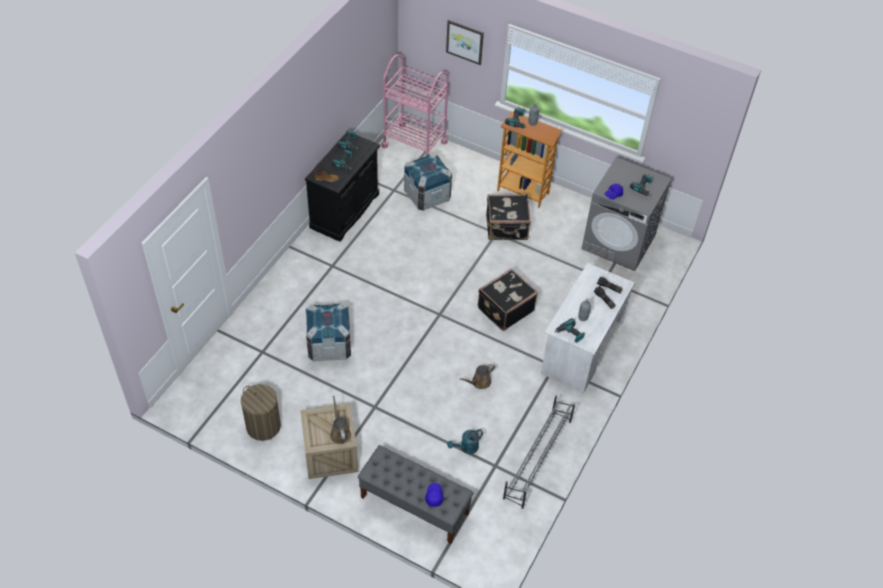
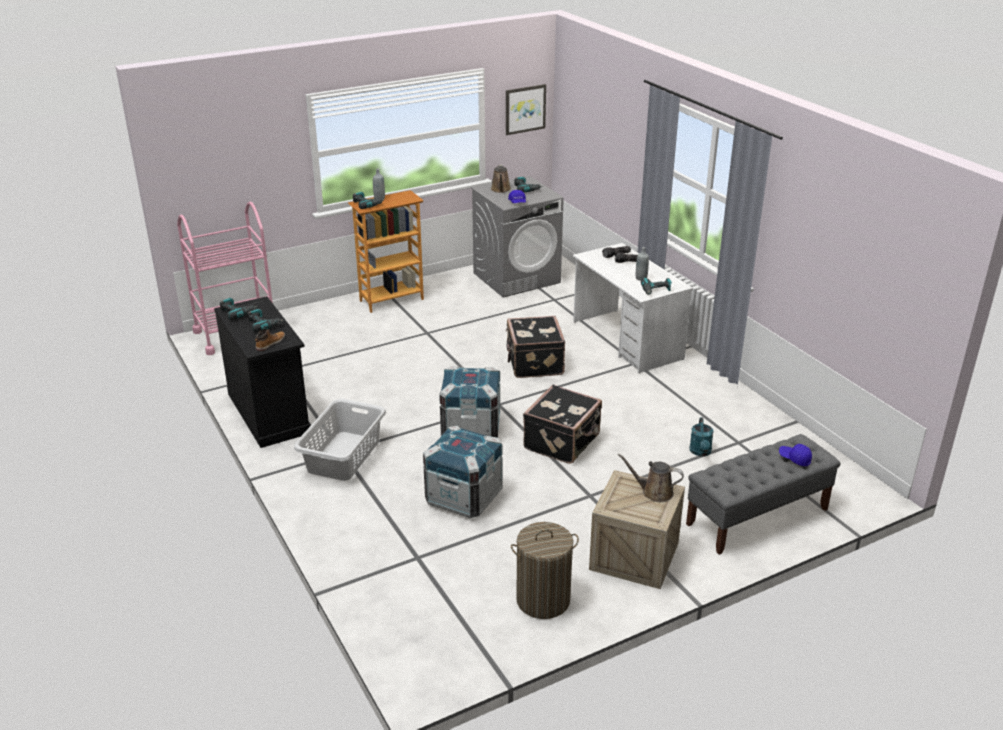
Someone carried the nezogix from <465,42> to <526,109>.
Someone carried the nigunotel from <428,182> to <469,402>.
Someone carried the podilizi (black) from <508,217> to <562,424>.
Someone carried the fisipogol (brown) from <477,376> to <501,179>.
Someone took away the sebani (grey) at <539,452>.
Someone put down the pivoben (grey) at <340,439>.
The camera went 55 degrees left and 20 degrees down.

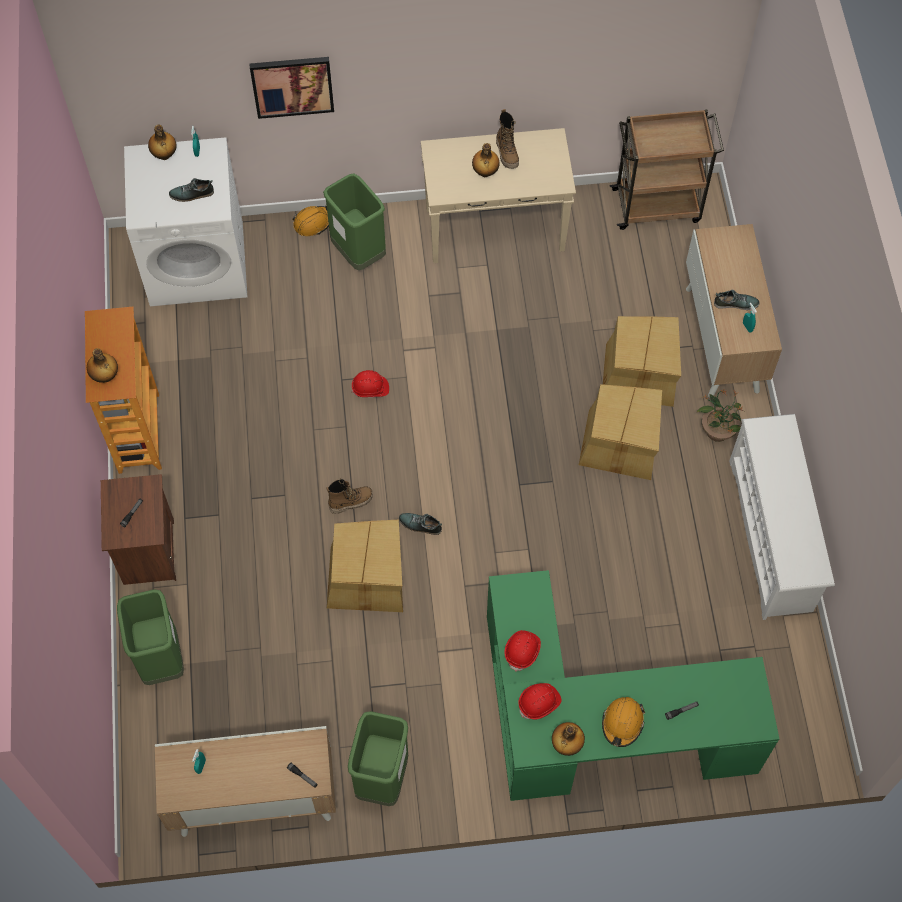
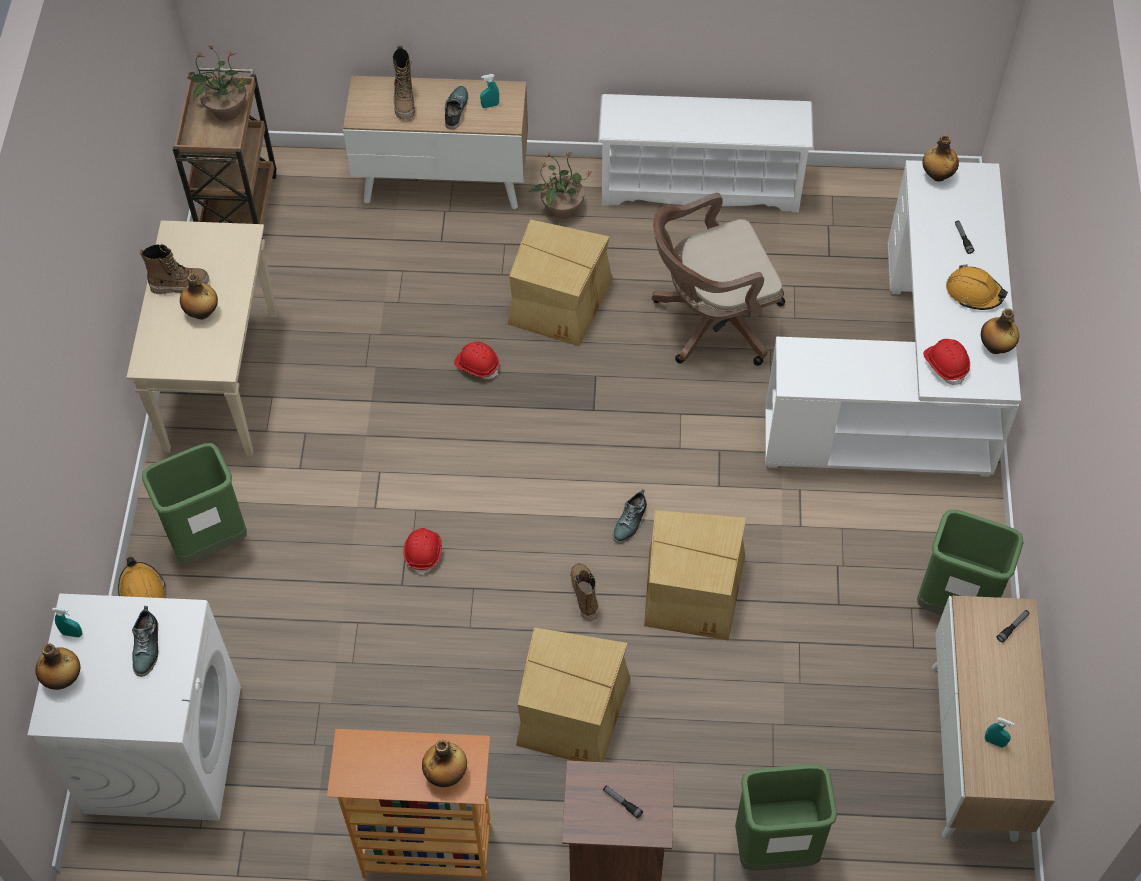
Someone took away the nezogix at <292,88>.
Someone carried the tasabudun from <642,361> to <573,695>.
Someone repainted the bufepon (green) at <633,685>, which became the bufepon (white) at <893,318>.
Someone carried the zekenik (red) from <523,651> to <476,360>.
Someone put down the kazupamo at <218,82>.
Someone put down the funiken at <403,82>.
Someone put down the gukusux at <940,158>.
Someone put down the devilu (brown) at <718,279>.
The camera went 80 degrees left and 5 degrees down.

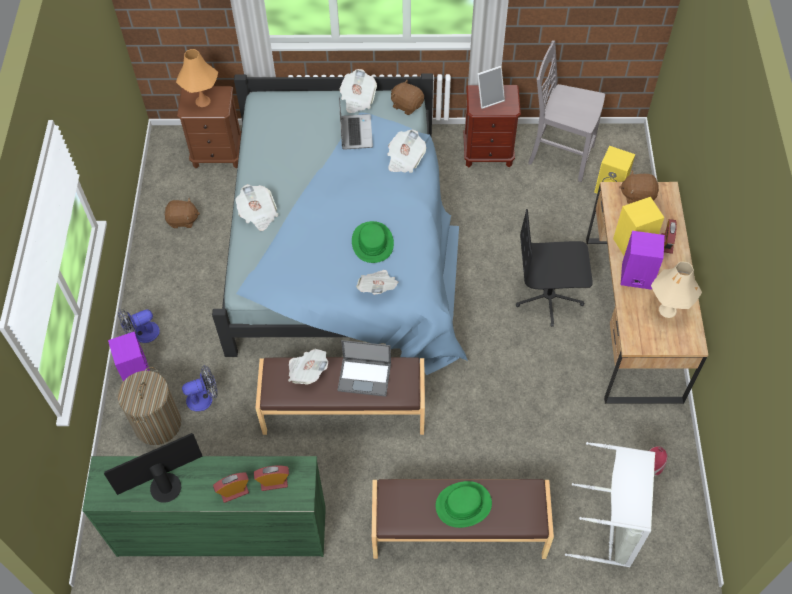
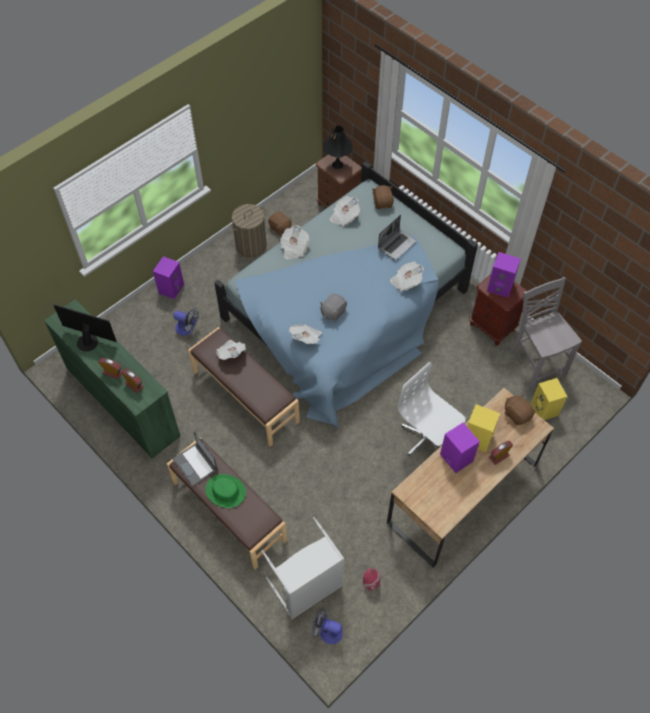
Someone repainted the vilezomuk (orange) at <197,78>, which became the vilezomuk (black) at <338,147>.
Someone swapped the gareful at <491,87> for the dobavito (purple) at <504,275>.
Someone carried the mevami from <358,91> to <345,211>.
Someone carried the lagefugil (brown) from <407,97> to <383,197>.
Someone repainted the devilu (black) at <554,268>, which became the devilu (white) at <432,409>.
Someone swapped the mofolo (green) at <373,242> for the lagefugil (grey) at <333,308>.
Someone took away the vilezomuk (beige) at <676,290>.
Someone carried the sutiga from <139,326> to <327,625>.
Someone carried the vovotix from <364,368> to <195,459>.
Someone carried the pivoben from <149,406> to <249,231>.
The camera went 45 degrees right and 0 degrees up.

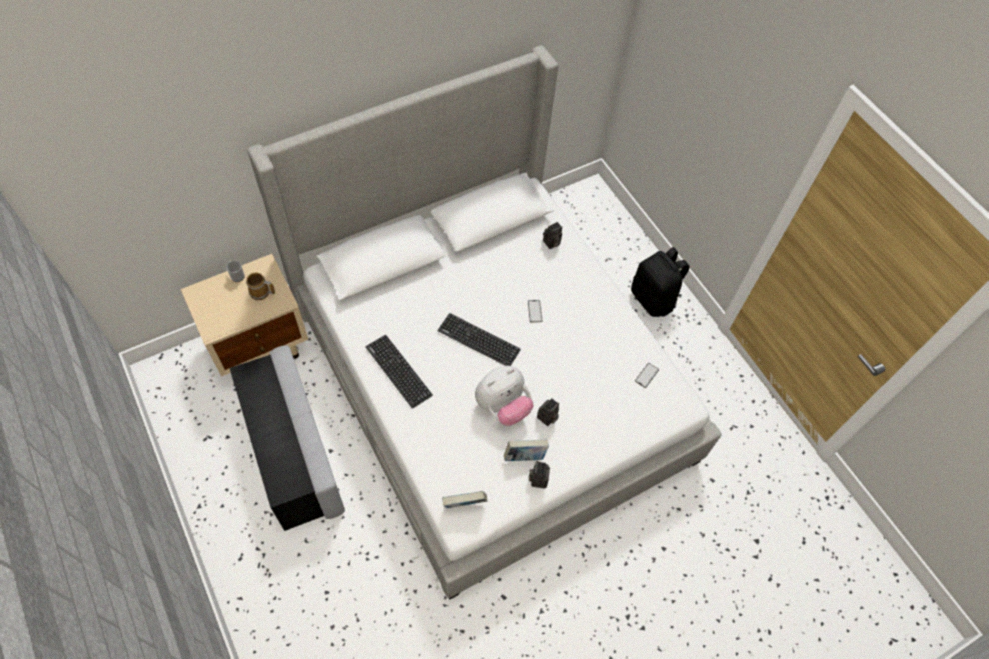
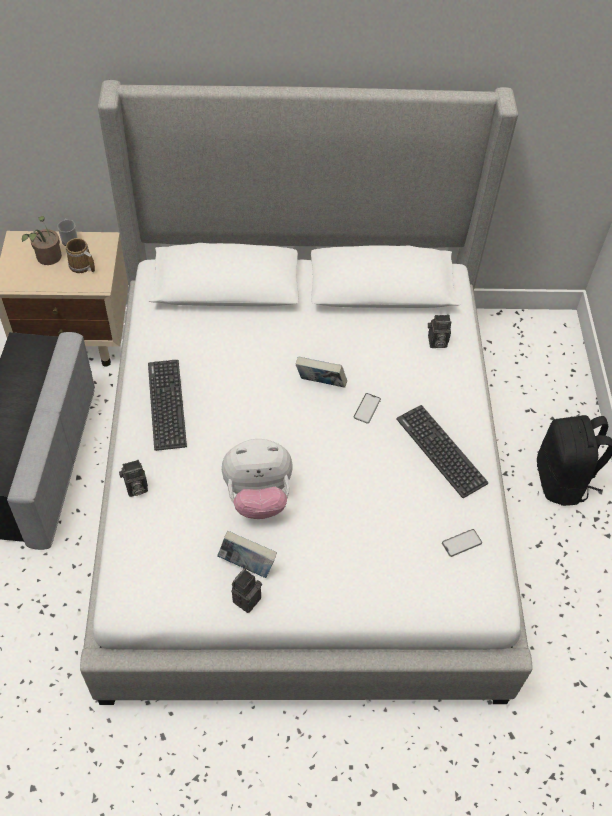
Someone carried the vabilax from <479,339> to <442,451>.
Someone carried the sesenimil from <548,412> to <133,478>.
Someone carried the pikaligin from <465,499> to <321,372>.
Someone put down the kazupamo at <42,240>.
The camera went 30 degrees right and 5 degrees down.

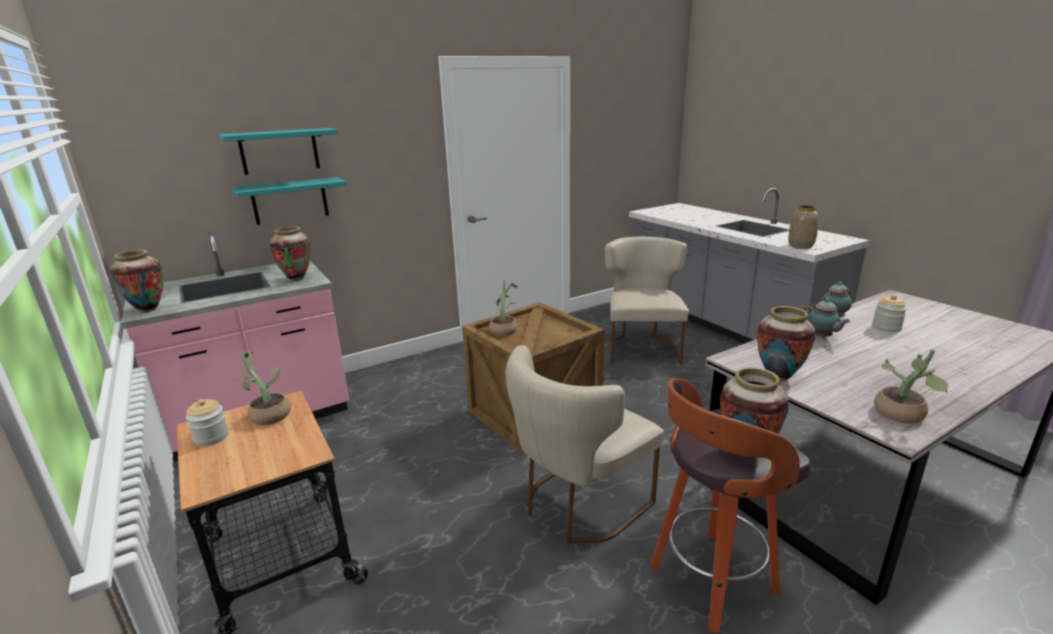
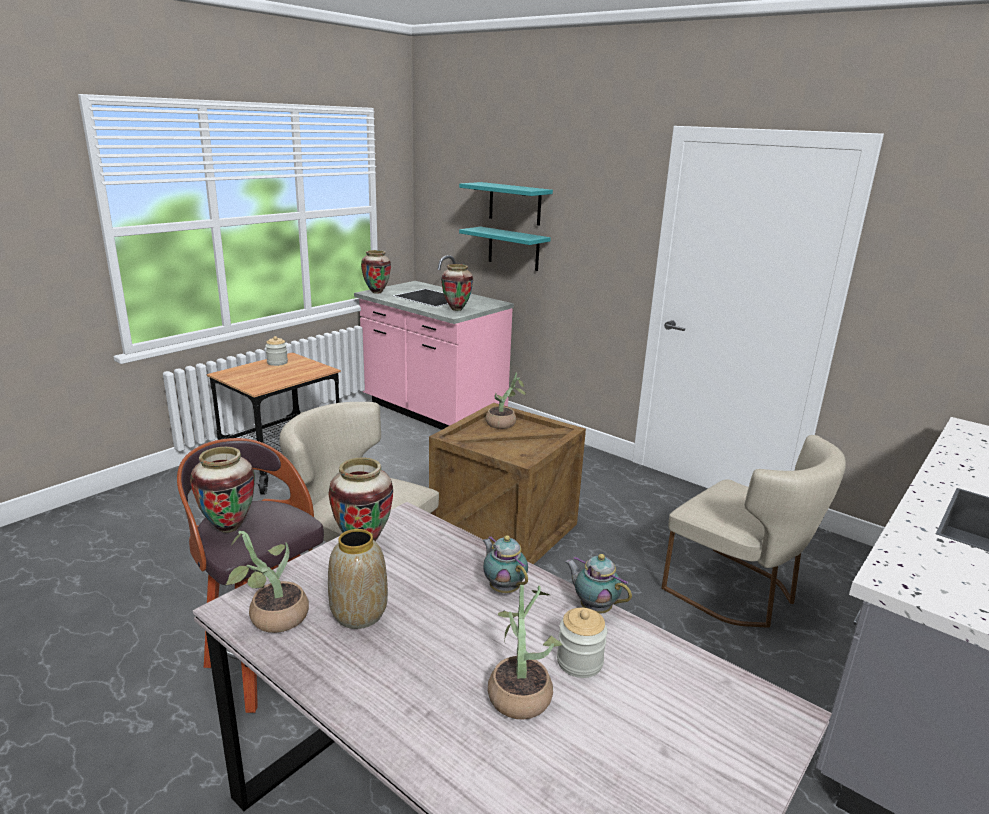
Someone carried the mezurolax from <803,227> to <358,579>.
Someone rotated the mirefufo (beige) at <647,300> by 60 degrees clockwise.
Someone rotated the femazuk at <827,318> by 105 degrees clockwise.
Someone carried the kazupamo from <261,387> to <525,652>.
The camera went 70 degrees right and 0 degrees up.

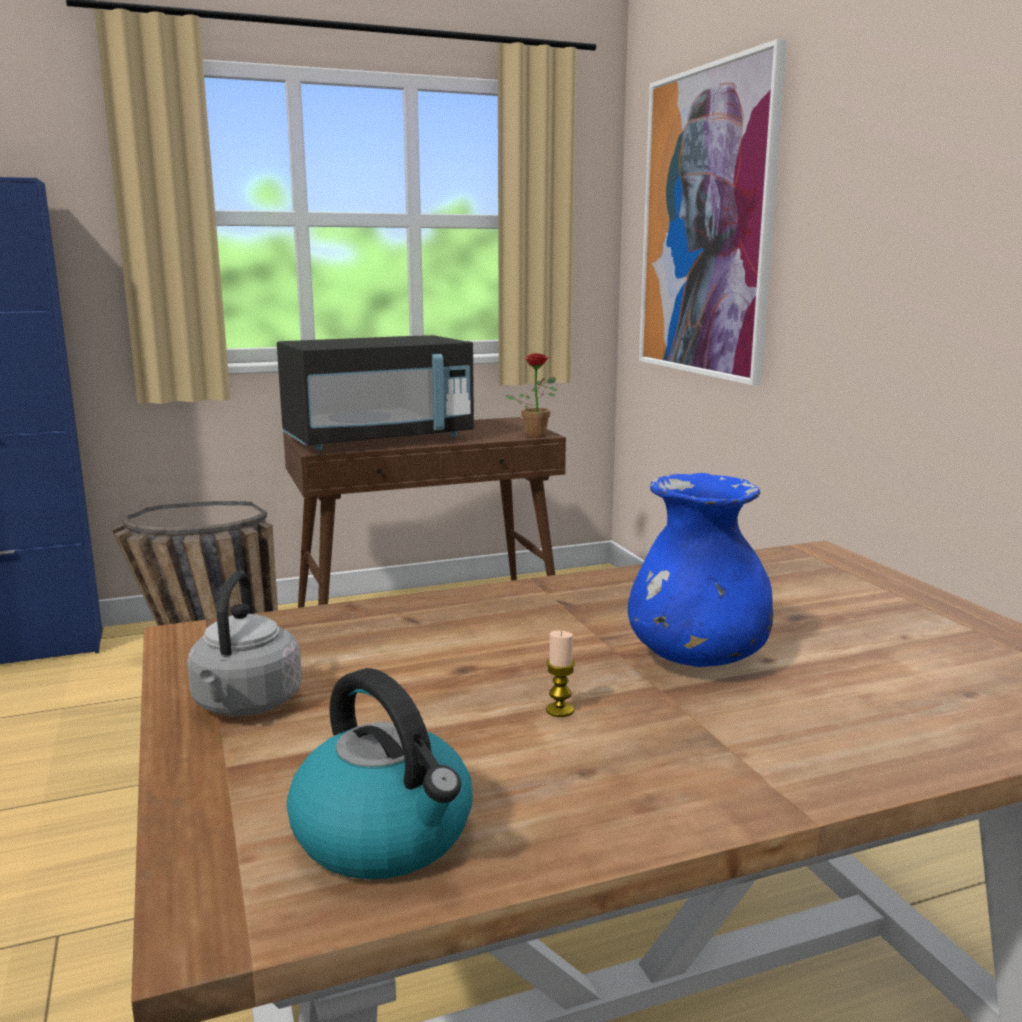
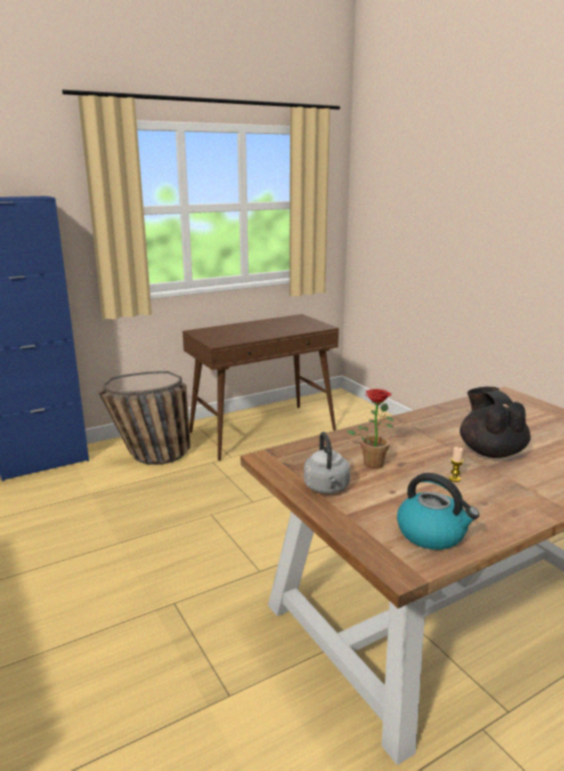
Someone took away the nezogix at <713,212>.
Someone took away the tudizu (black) at <375,392>.
Someone carried the kazupamo from <531,395> to <370,429>.
Someone swapped the mezurolax (blue) at <700,570> for the femazuk (black) at <495,422>.
The camera went 10 degrees left and 5 degrees up.

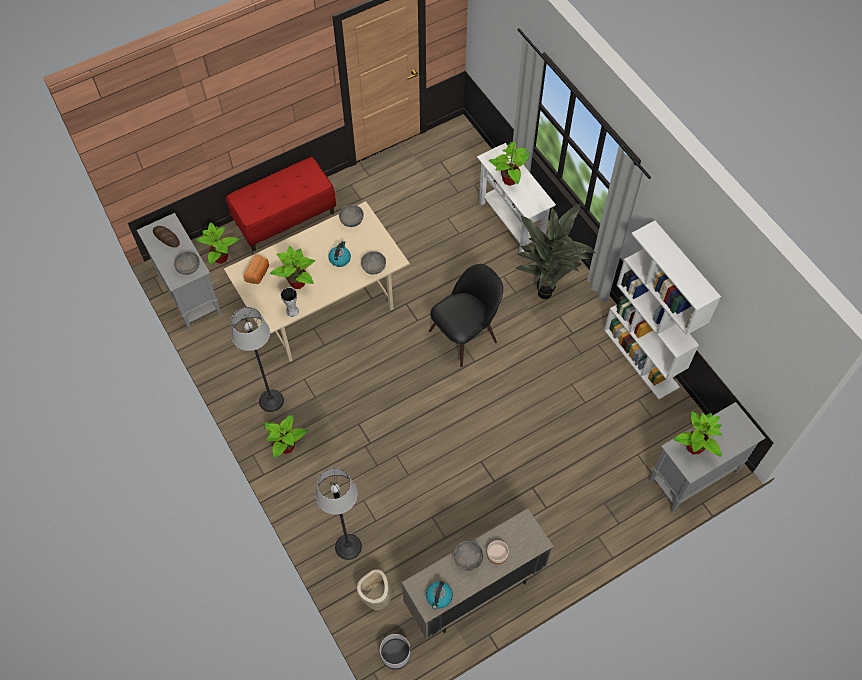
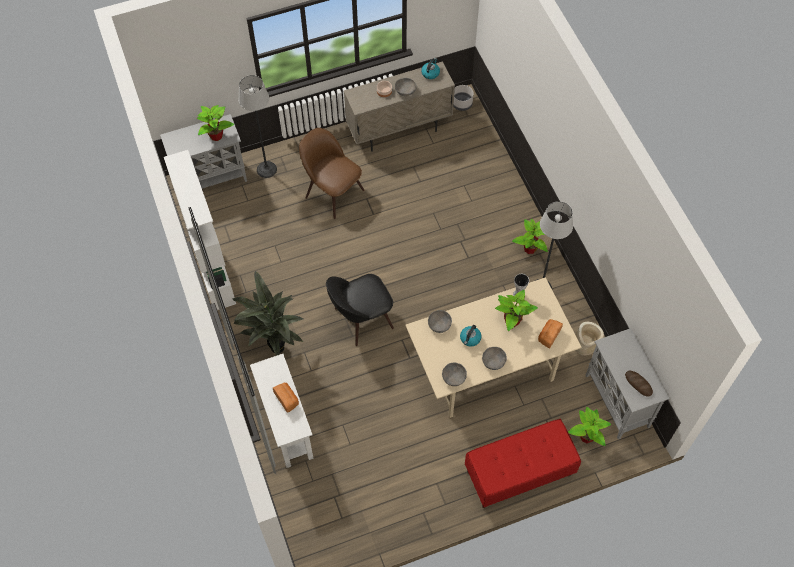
Someone swapped the kazupamo at <509,163> for the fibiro at <286,398>.
Someone carried the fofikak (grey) from <187,263> to <494,358>.
Someone carried the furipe from <338,514> to <257,126>.
Someone carried the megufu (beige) from <374,589> to <589,339>.
Someone put down the mirefufo (brown) at <332,173>.
The camera went 170 degrees left and 0 degrees up.

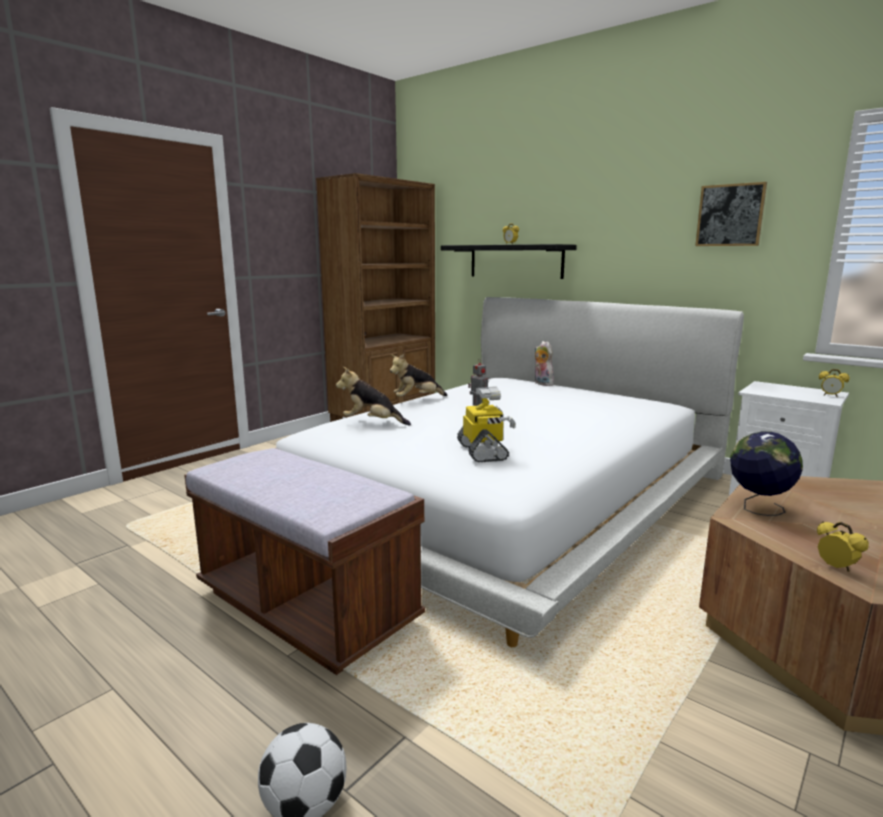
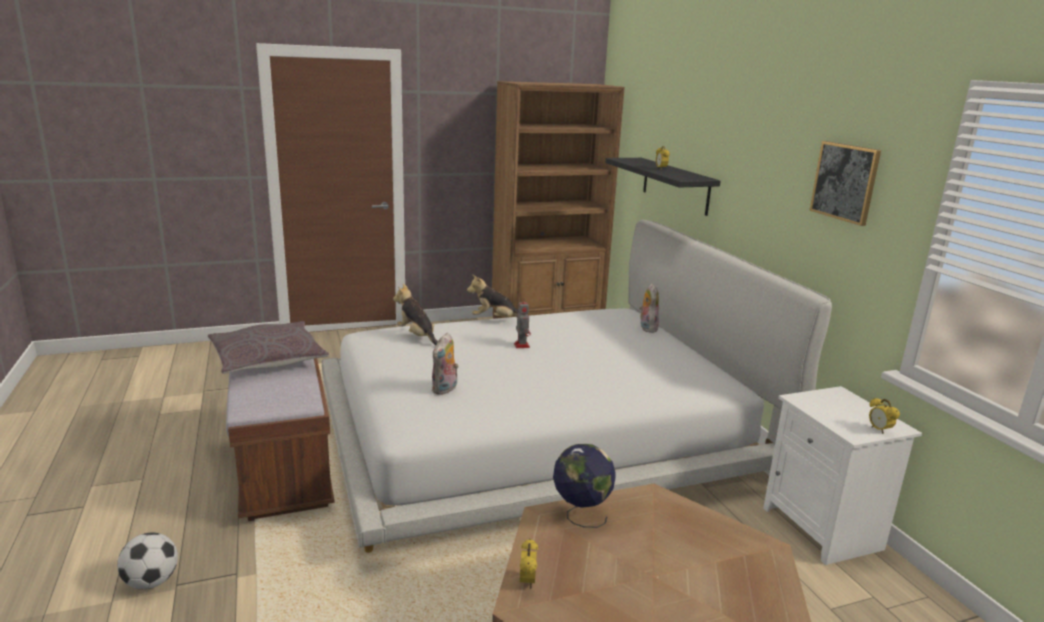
Someone swapped the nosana at <486,424> for the lagefugil at <445,363>.
Someone put down the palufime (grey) at <268,347>.
The camera went 30 degrees right and 5 degrees up.

